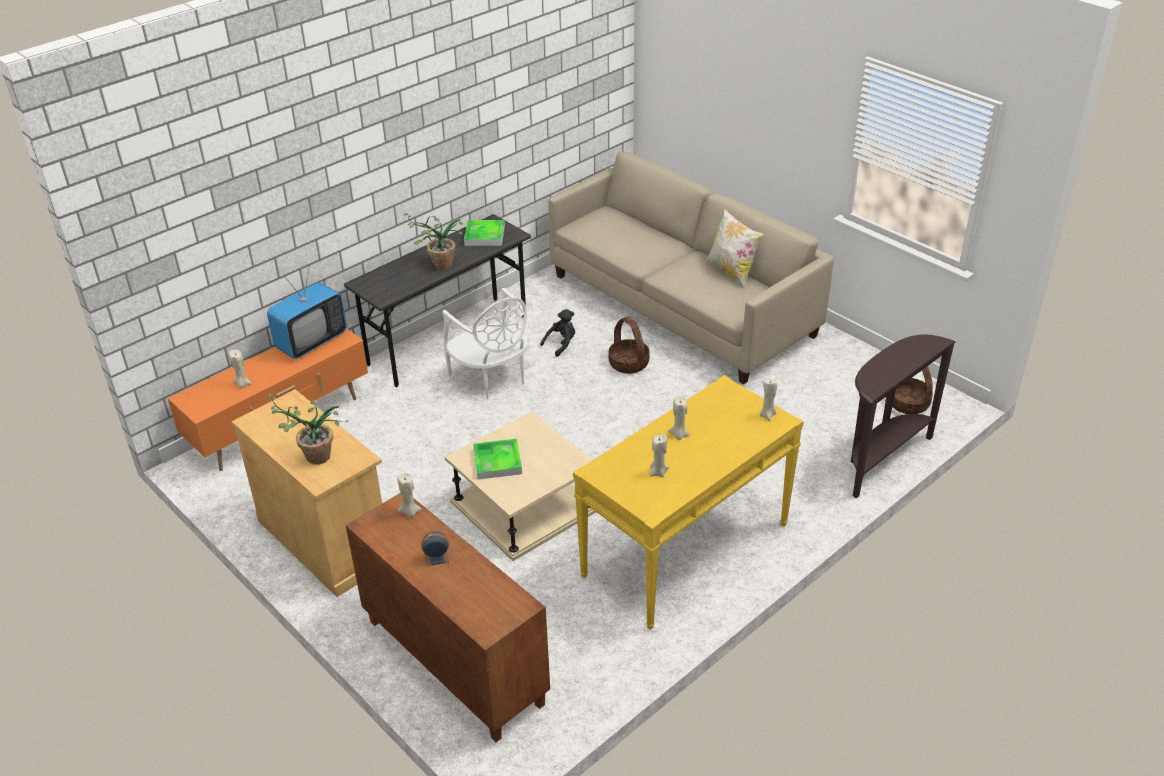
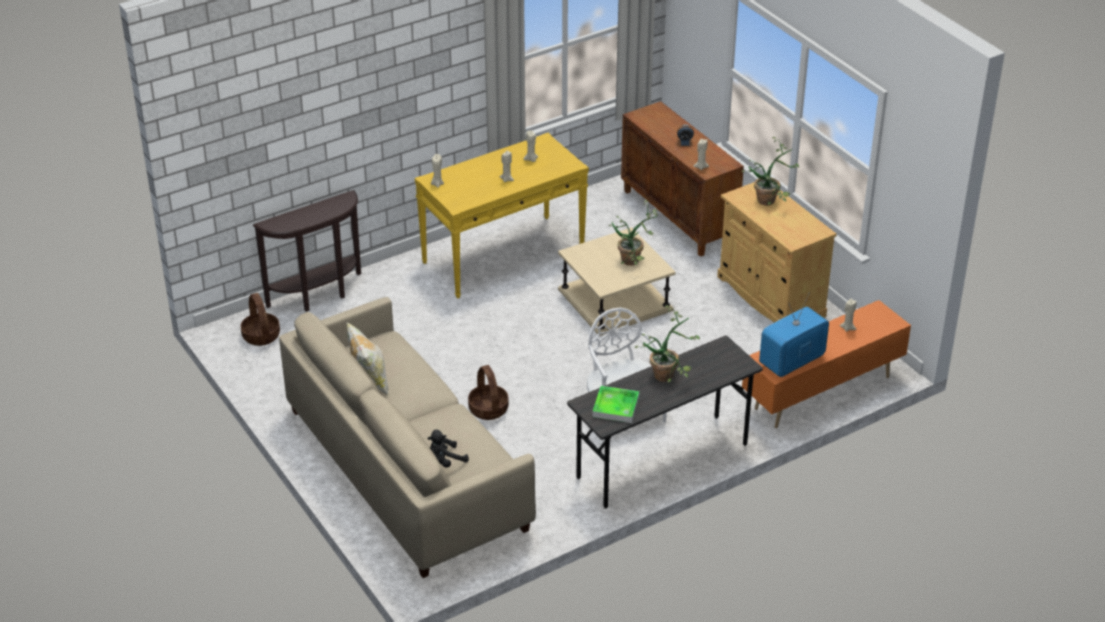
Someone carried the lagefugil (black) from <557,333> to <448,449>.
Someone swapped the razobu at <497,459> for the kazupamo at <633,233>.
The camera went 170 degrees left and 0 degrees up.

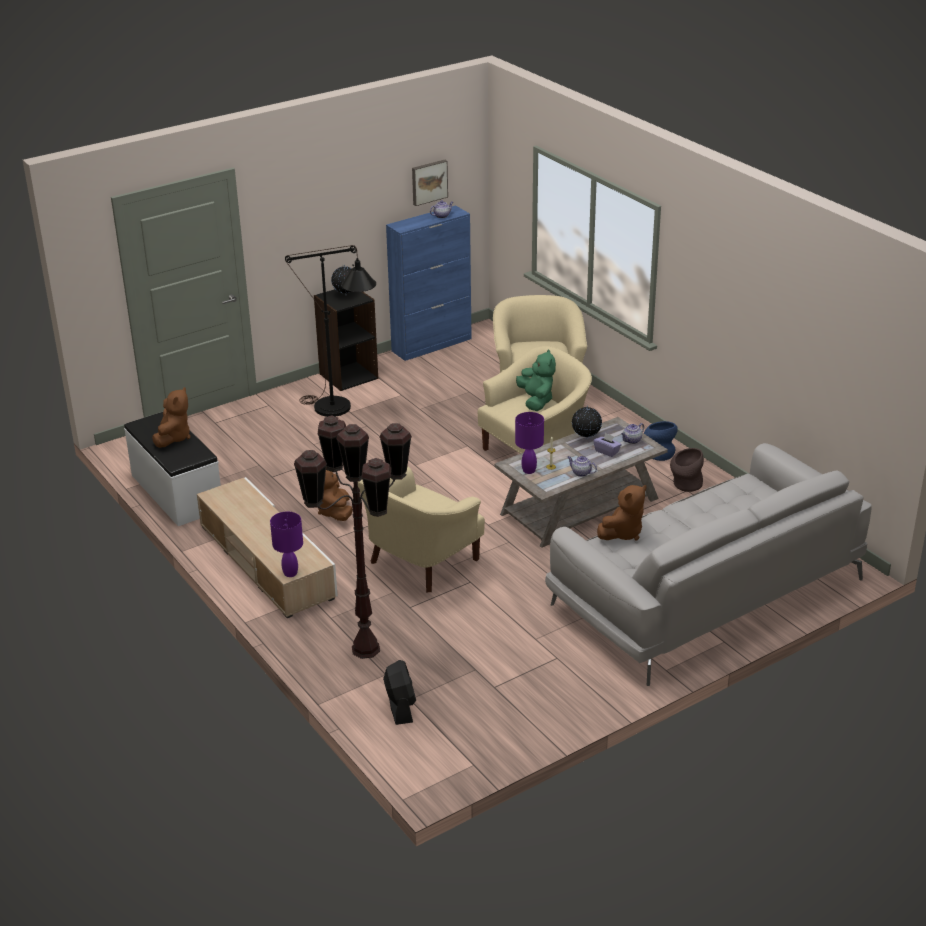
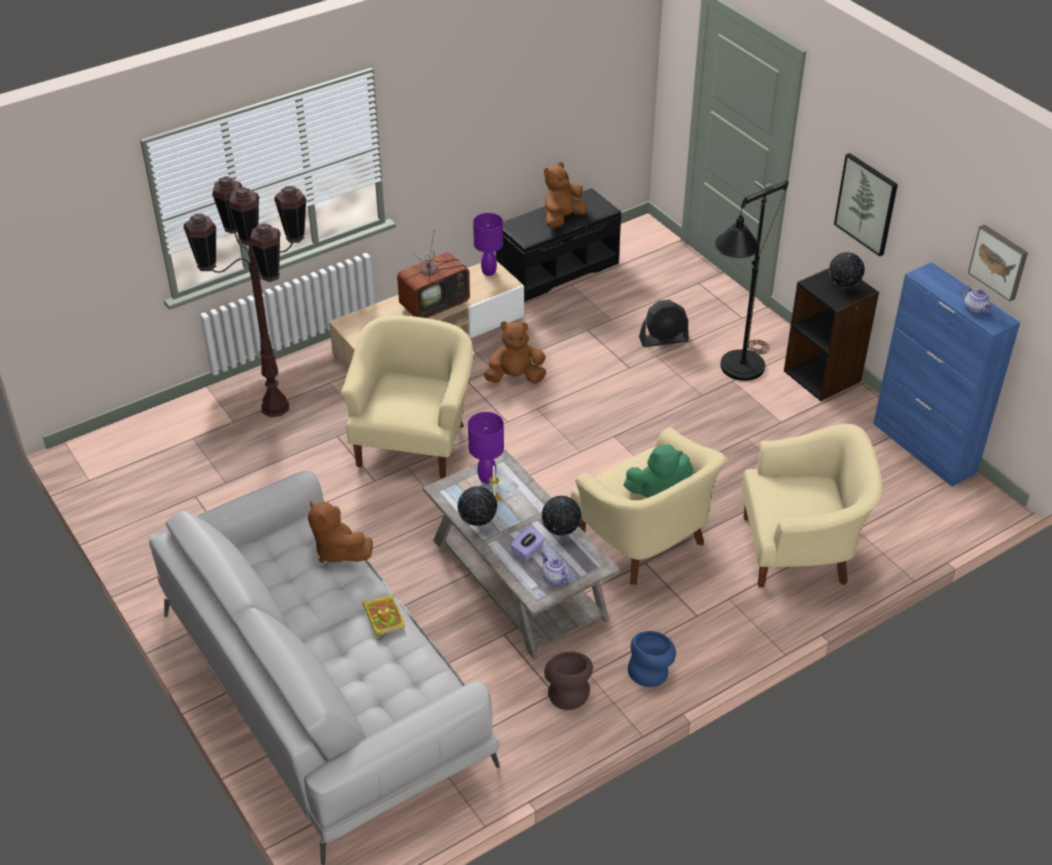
Someone rotated the lagefugil (brown) at <171,417> by 120 degrees clockwise.
Someone repainted the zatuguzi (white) at <172,469>, which became the zatuguzi (black) at <559,245>.
Someone swapped the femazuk at <582,466> for the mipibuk at <477,506>.
Someone rotated the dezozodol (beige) at <421,529> by 60 degrees clockwise.
Someone carried the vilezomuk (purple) from <286,544> to <488,244>.
Someone carried the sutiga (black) from <399,692> to <664,323>.
Someone put up the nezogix at <866,205>.
Someone put down the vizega at <433,273>.
Someone put down the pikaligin at <383,616>.
The camera went 90 degrees right and 10 degrees up.

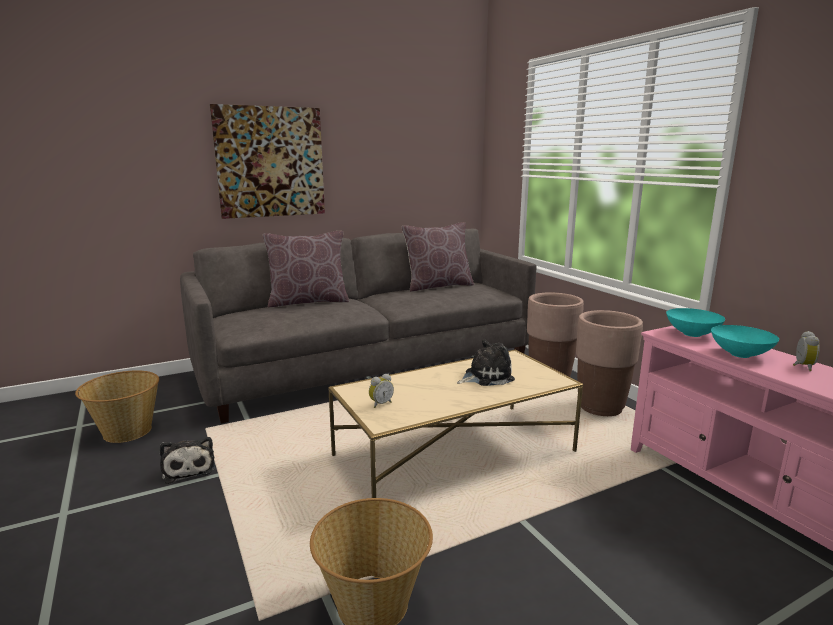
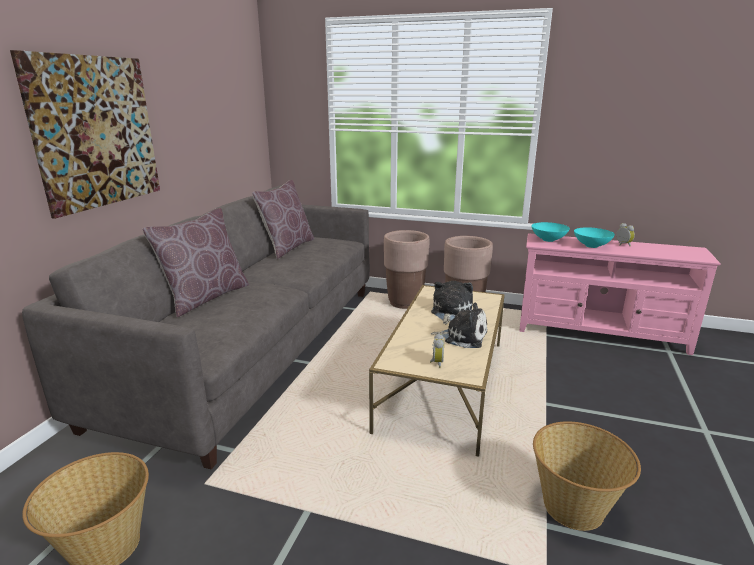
Someone carried the lagefugil from <187,460> to <459,325>.
The camera went 45 degrees left and 5 degrees up.

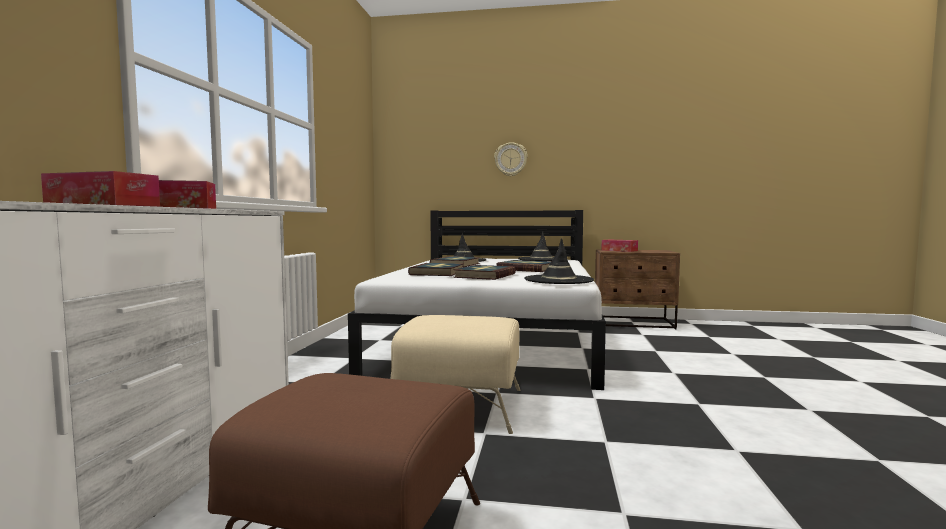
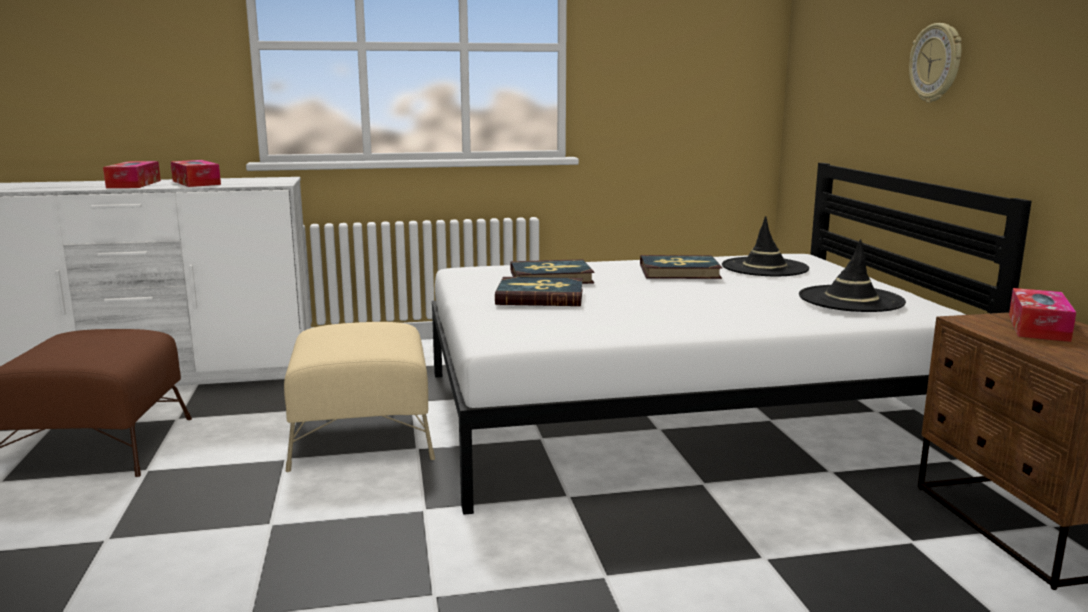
Someone took away the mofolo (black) at <559,261>.
Someone took away the pikaligin at <523,266>.
The camera went 70 degrees right and 10 degrees up.

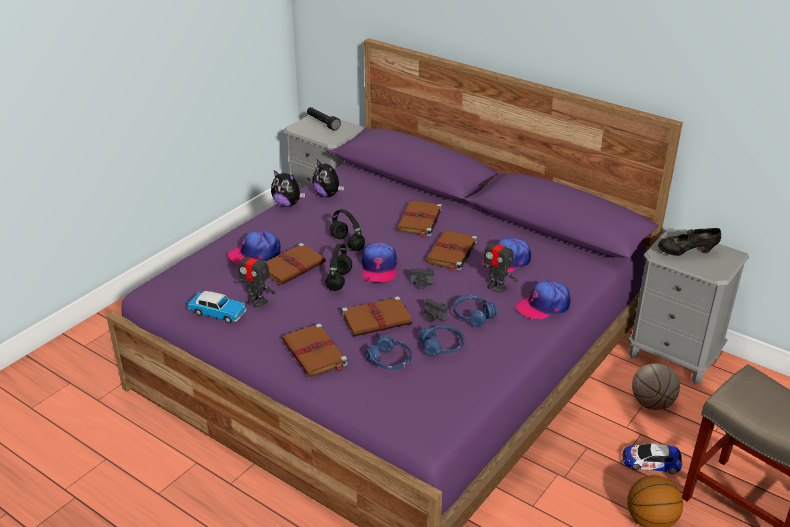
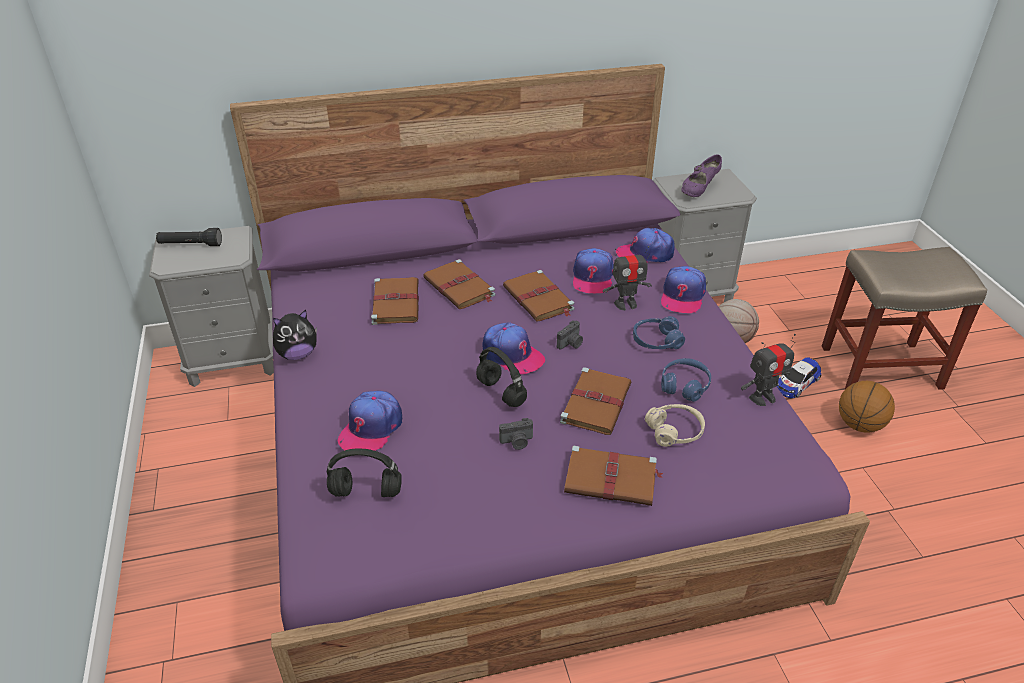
Someone took away the lagefugil at <328,178>.
Someone carried the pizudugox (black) from <347,230> to <364,472>.
Someone repainted the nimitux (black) at <689,242>, which became the nimitux (purple) at <701,175>.
Someone carried the pikaligin (brown) from <296,264> to <395,301>.
Someone carried the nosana from <256,277> to <768,370>.
Someone took away the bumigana at <217,307>.
Someone carried the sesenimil from <435,310> to <516,434>.
Someone repainted the pizudugox (blue) at <388,352>, which became the pizudugox (beige) at <675,425>.
Someone put down the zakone at <645,245>.
The camera went 50 degrees left and 5 degrees up.

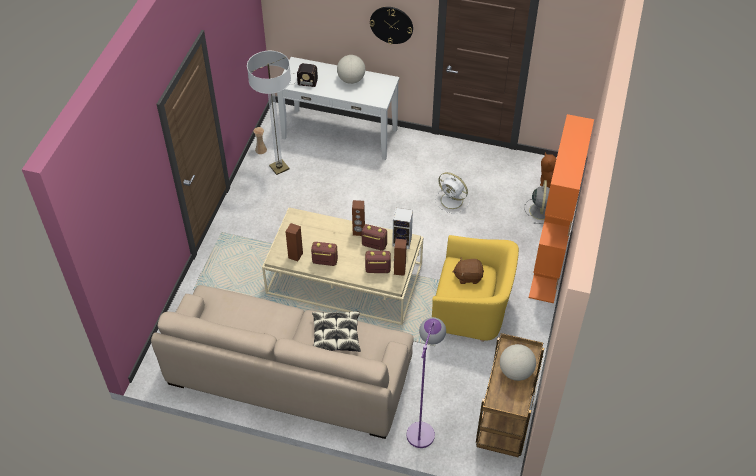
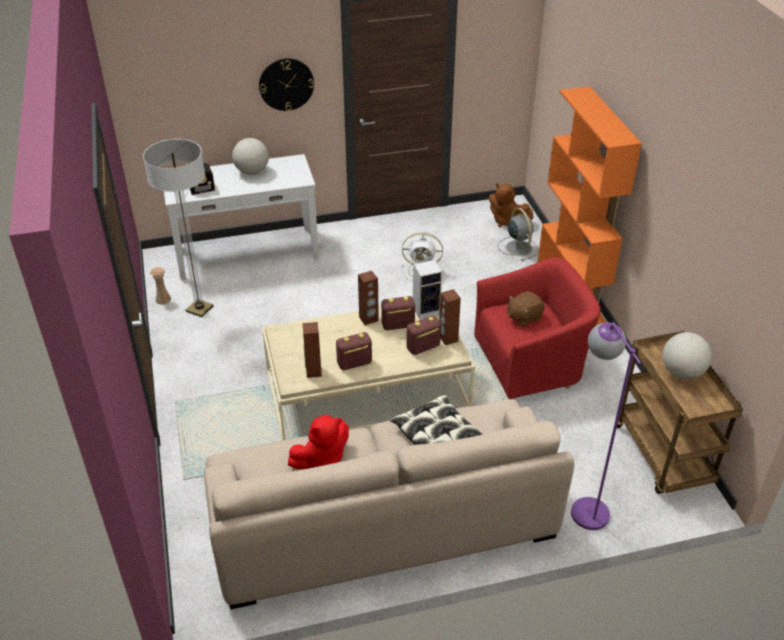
Someone repainted the dezozodol (yellow) at <475,288>, which became the dezozodol (red) at <537,328>.
Someone put down the lagefugil (red) at <318,442>.
The camera went 30 degrees left and 10 degrees down.

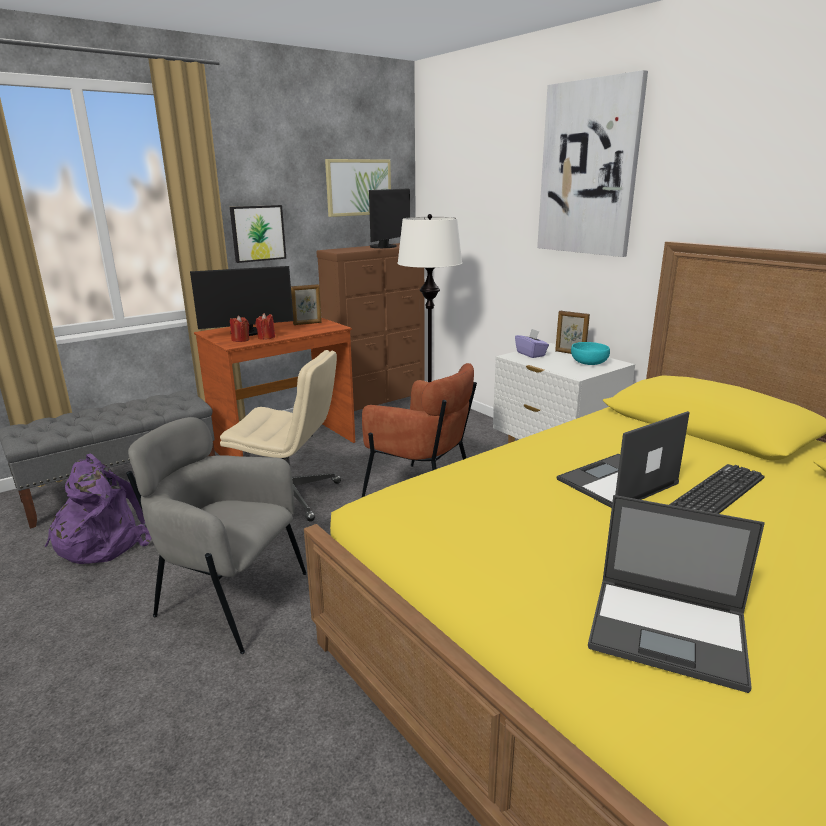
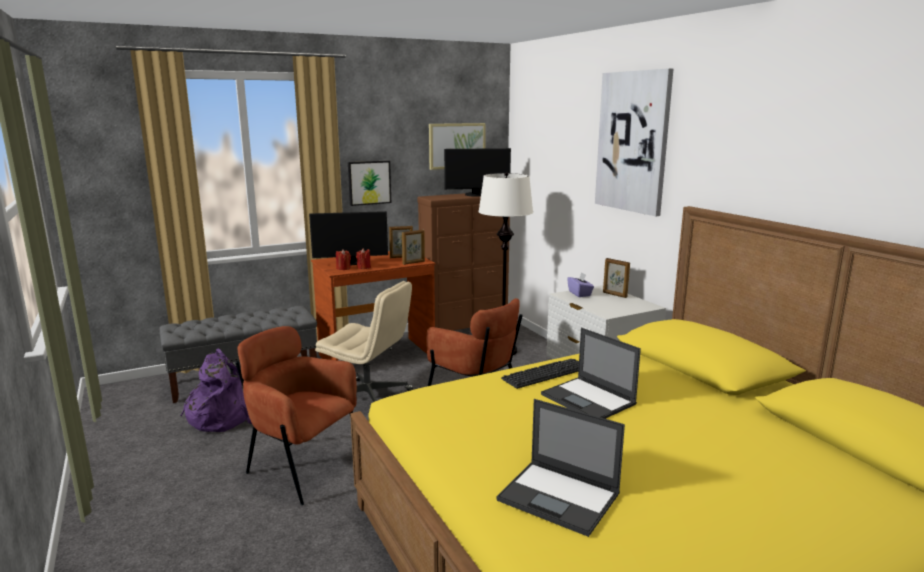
Someone rotated the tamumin at <389,218> by 45 degrees clockwise.
Someone took away the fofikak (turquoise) at <590,353>.
Someone rotated the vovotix at <623,459> by 105 degrees counterclockwise.
Someone repainted the dezozodol (grey) at <216,535>, which became the dezozodol (brown) at <296,415>.
Someone carried the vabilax from <717,489> to <540,374>.
Someone put down the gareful at <413,247>.
The camera went 10 degrees right and 5 degrees down.

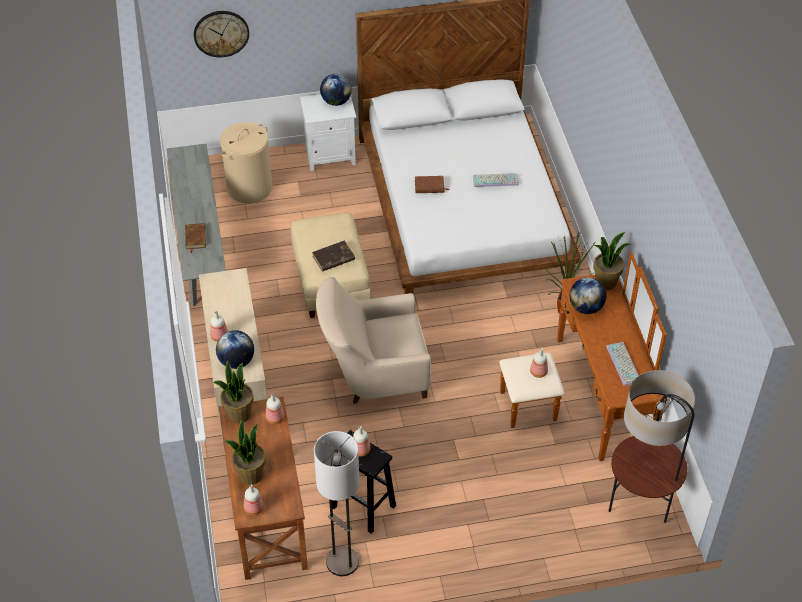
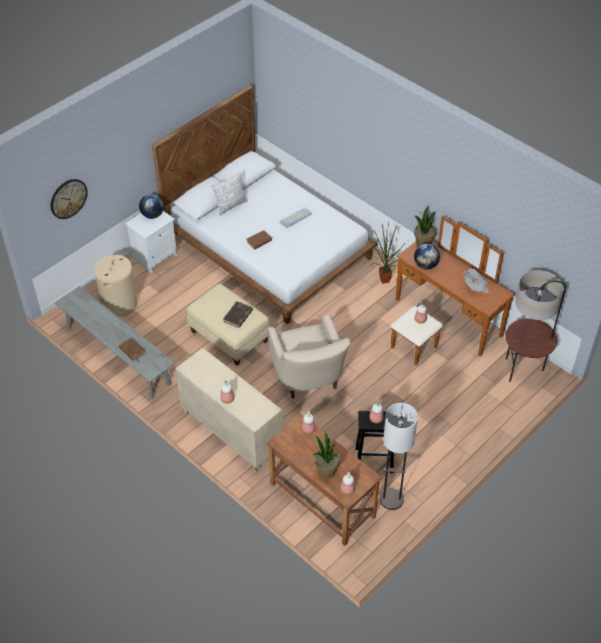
Someone rotated the dezozodol (beige) at <373,340> by 60 degrees counterclockwise.
Someone took away the mipibuk at <235,349>.
Someone swapped the vabilax at <622,364> for the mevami at <476,280>.
Someone took away the kazupamo at <233,392>.
Someone put down the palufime at <229,194>.
The camera went 35 degrees left and 0 degrees up.

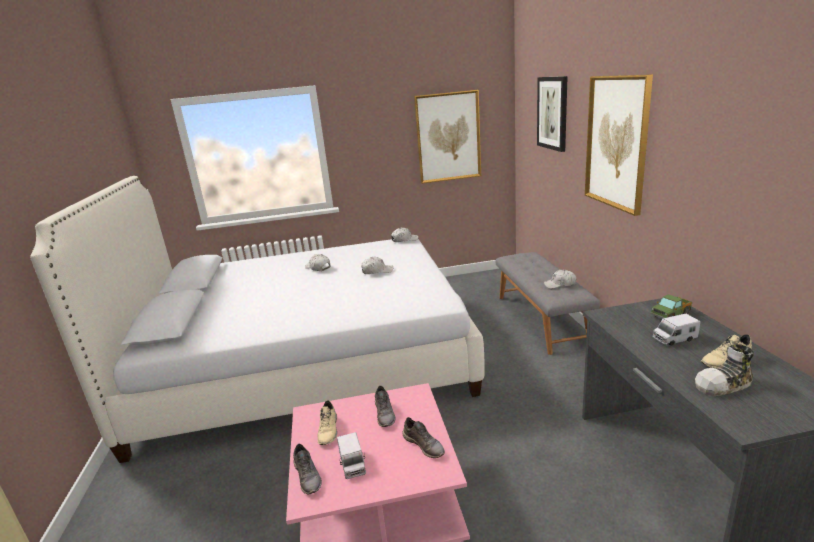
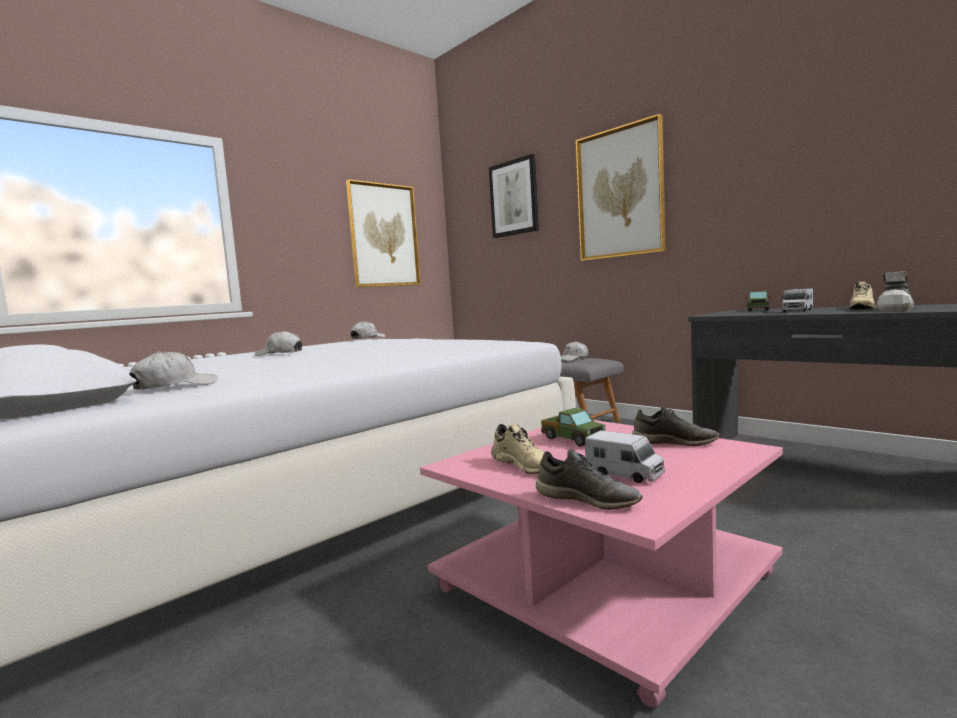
Someone carried the zakone (white) from <377,265> to <173,370>.
Someone swapped the nimitux (grey) at <385,406> for the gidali at <573,427>.
The camera went 35 degrees left and 15 degrees down.

